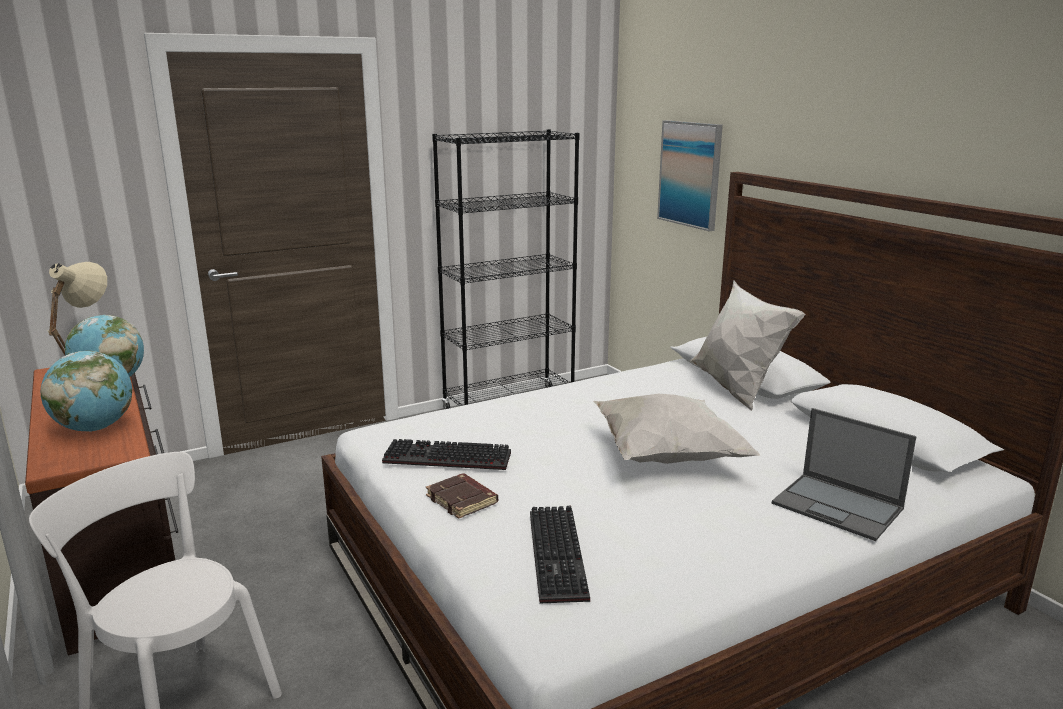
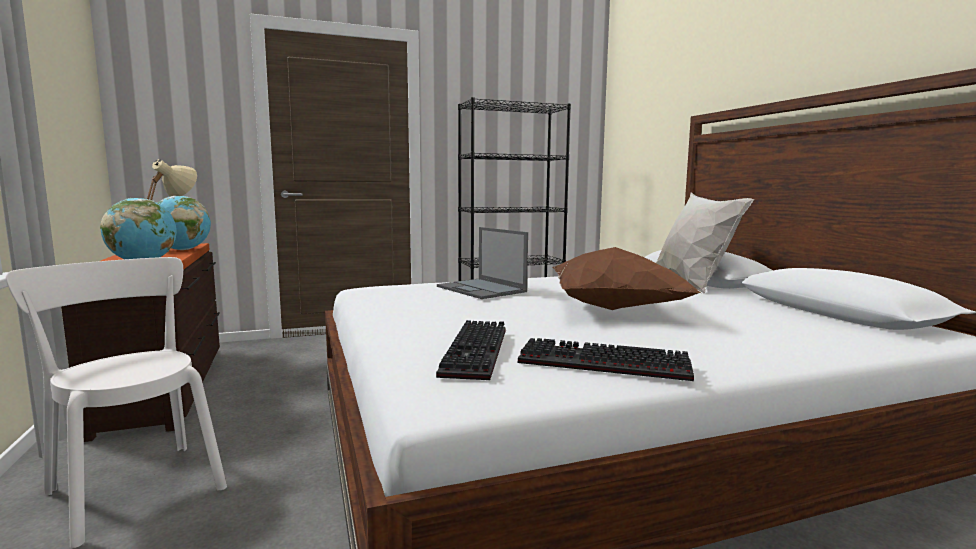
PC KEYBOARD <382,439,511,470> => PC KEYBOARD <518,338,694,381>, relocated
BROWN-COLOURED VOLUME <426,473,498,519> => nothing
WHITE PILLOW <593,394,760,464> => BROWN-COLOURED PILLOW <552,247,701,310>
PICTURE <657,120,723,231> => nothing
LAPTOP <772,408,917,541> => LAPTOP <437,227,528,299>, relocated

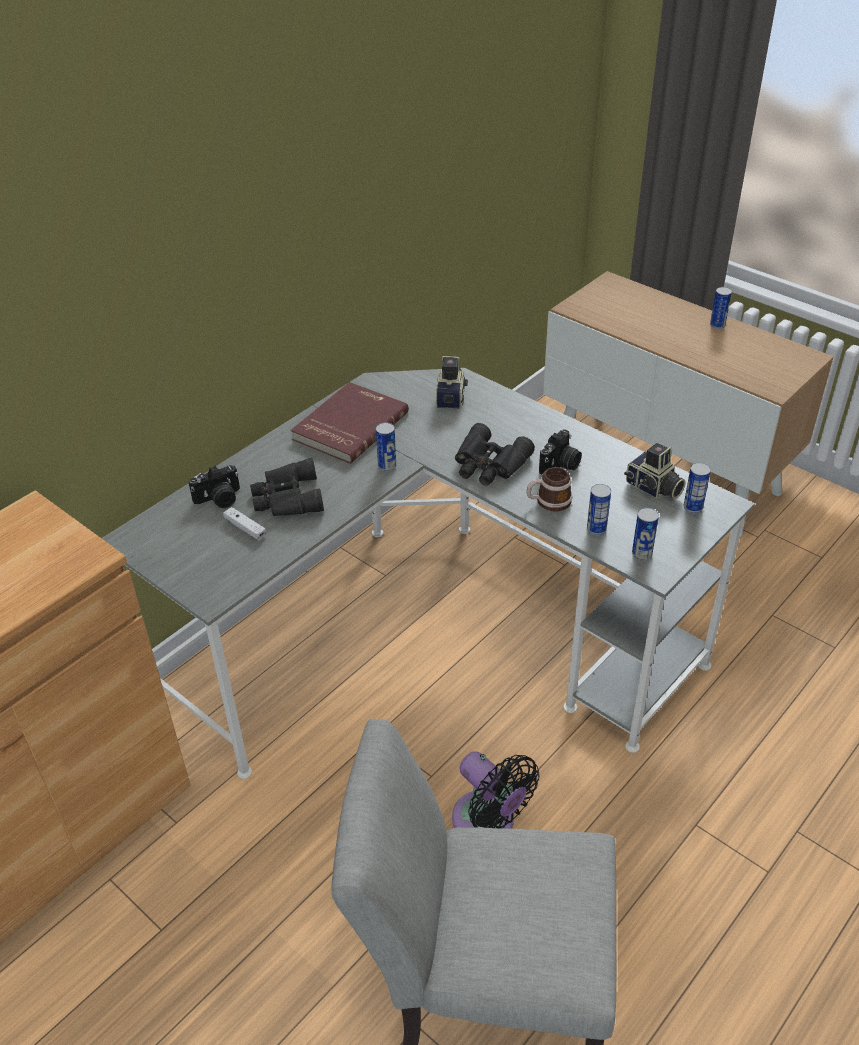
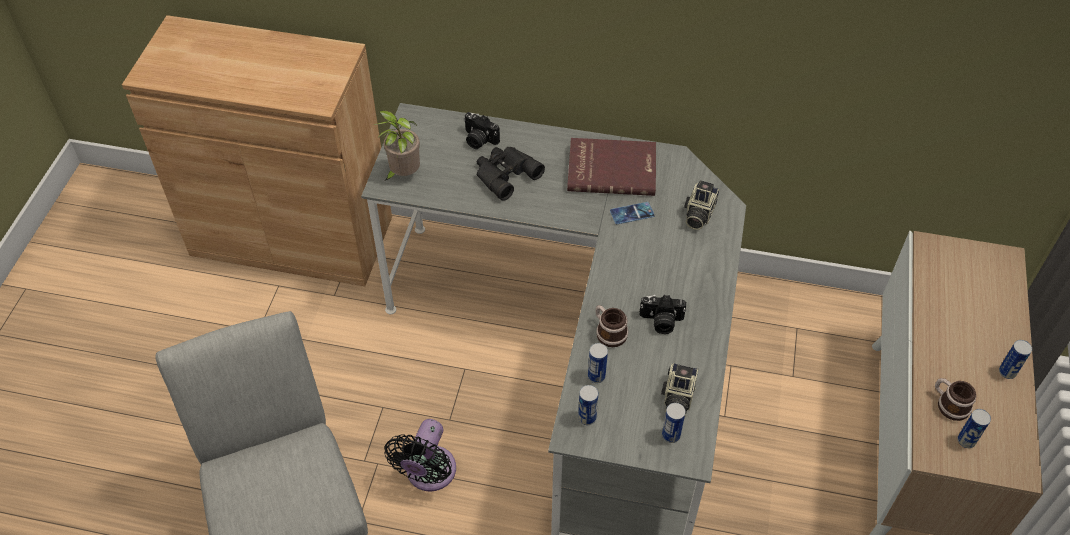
WHITE GAME CONTROLLER <223,507,266,540> => nothing
CAN <376,422,396,471> => CAN <958,409,991,448>, relocated
STILL CAMERA <436,356,468,409> => STILL CAMERA <684,180,719,230>, 135 degrees clockwise
BLACKISH FIELD GLASSES <455,423,535,486> => nothing
nothing => POTTED PLANT <374,110,420,180>
nothing => PHONE <610,202,655,224>
nothing => TEA MUG <935,378,976,421>

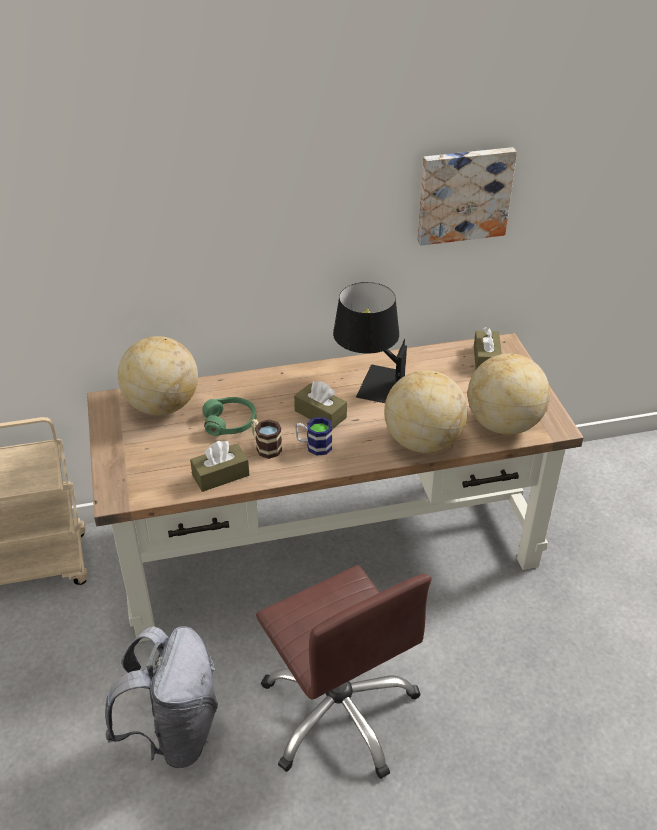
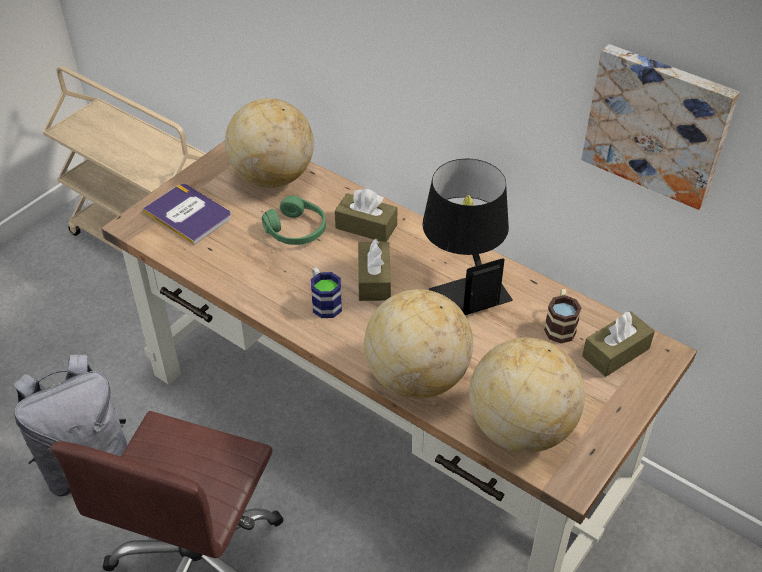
BROWN-COLOURED TISSUE HOLDER <190,441,249,492> => BROWN-COLOURED TISSUE HOLDER <335,189,397,242>, relocated
TEA MUG <251,419,282,459> => TEA MUG <544,289,582,344>, relocated
nothing => VOLUME <143,184,231,245>

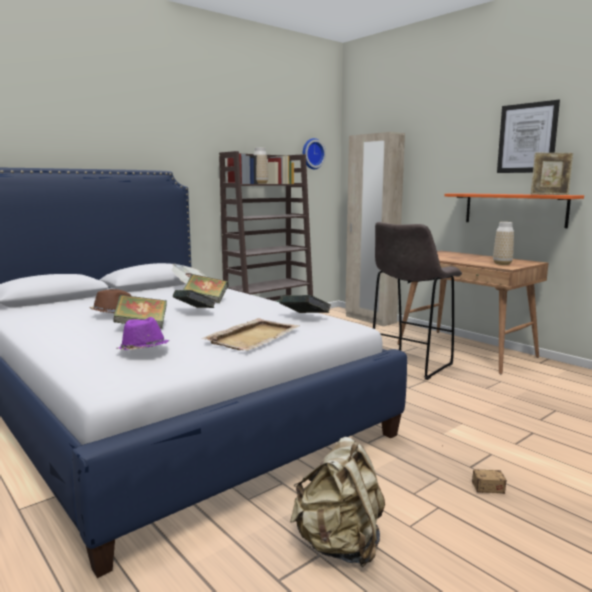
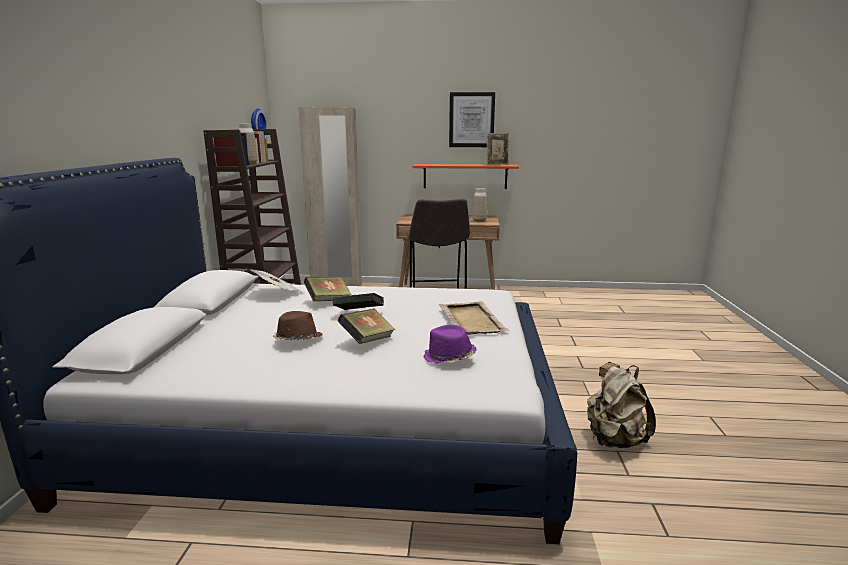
VOLUME <279,295,331,313> => nothing

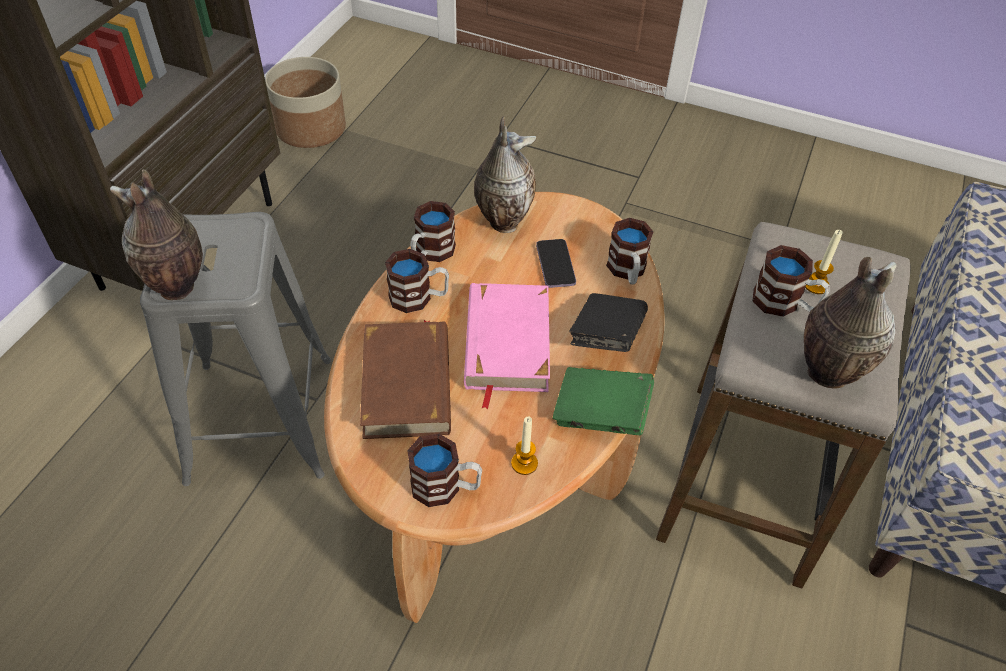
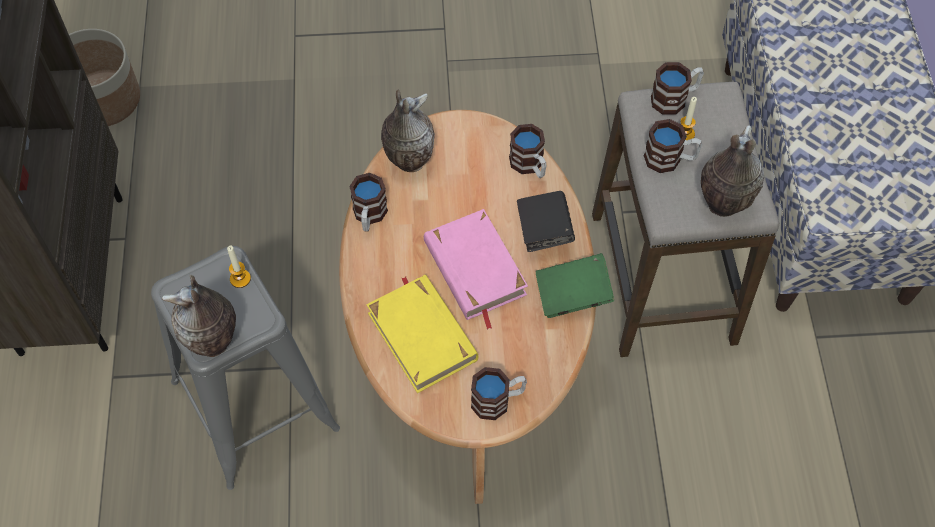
BROWN-COLOURED VOLUME <360,320,451,439> => YELLOWISH VOLUME <367,275,478,393>
TEA MUG <385,249,449,313> => TEA MUG <651,62,704,115>, relocated
WAX CANDLE <511,417,538,475> => WAX CANDLE <227,246,251,288>, relocated
PHONE <536,239,576,288> => nothing

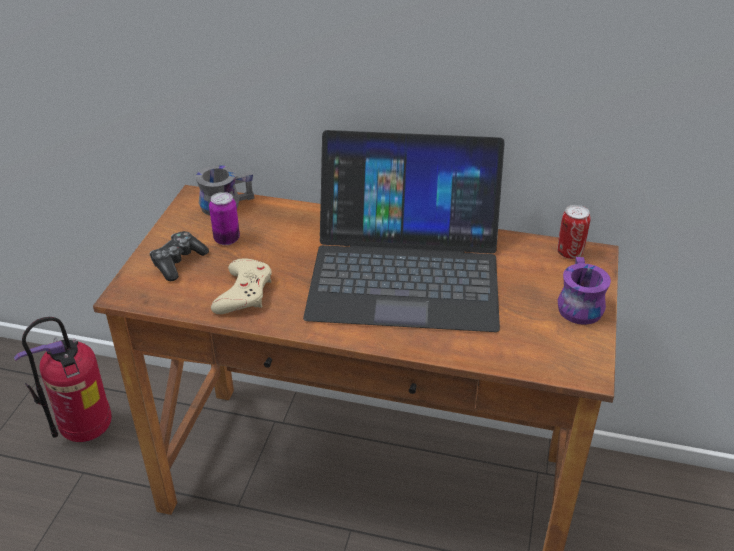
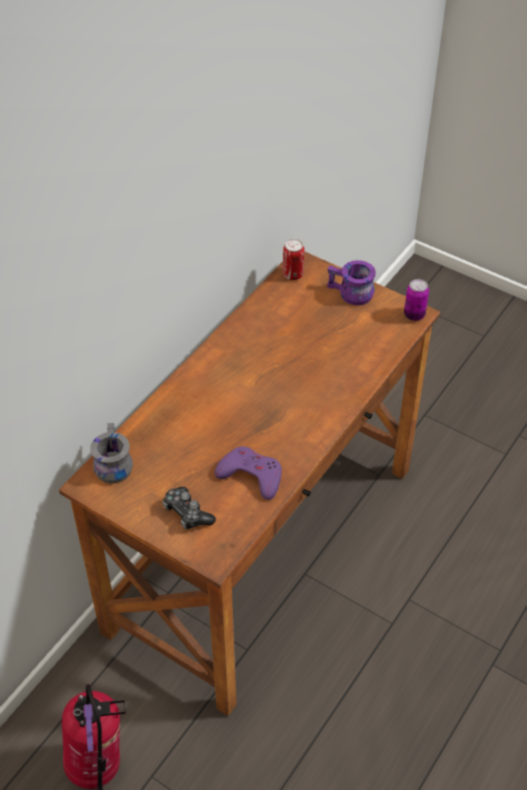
CAN <209,192,240,245> => CAN <404,279,429,321>, relocated
BEIGE-COLOURED GAME CONTROLLER <211,258,272,314> => PURPLISH GAME CONTROLLER <215,447,282,500>
LAPTOP <303,130,505,332> => nothing

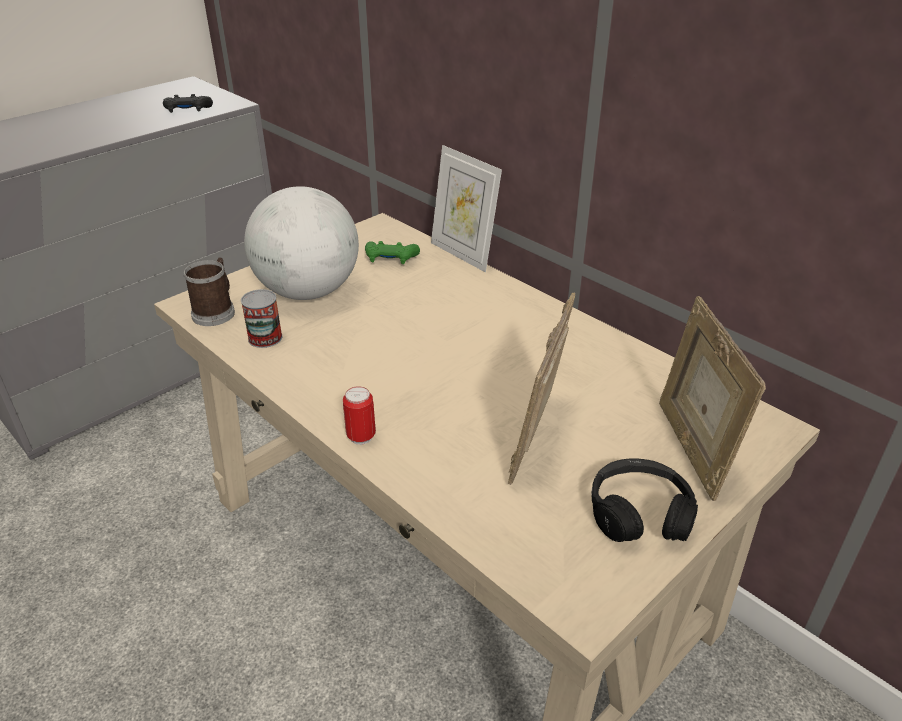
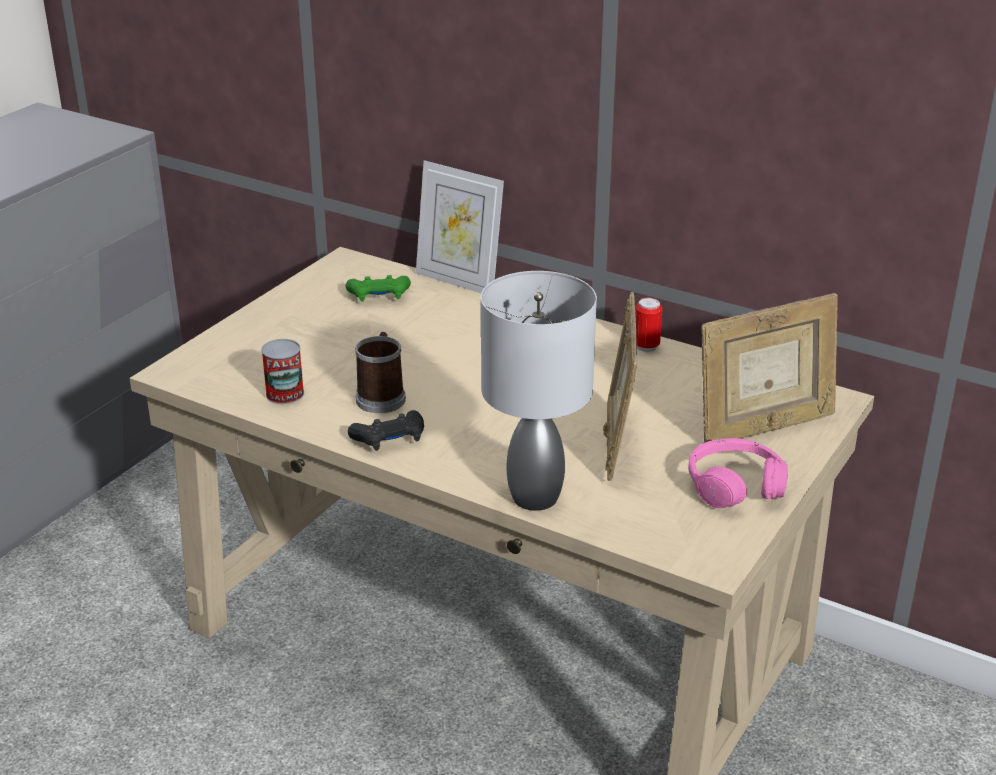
BLACKISH GAME CONTROLLER <163,94,213,113> => BLACKISH GAME CONTROLLER <348,410,424,451>, relocated
TEA MUG <184,258,235,326> => TEA MUG <355,332,406,413>, relocated
GLOBE <244,186,359,300> => nothing
CAN <343,386,376,445> => CAN <635,298,662,352>, relocated
BLACKISH HEADSET <592,458,698,542> => PINKISH HEADSET <688,438,788,509>
PICTURE FRAME <659,296,766,501> => PICTURE FRAME <701,293,838,443>, 90 degrees counterclockwise
nothing => GRAY TABLE LAMP <481,271,597,511>

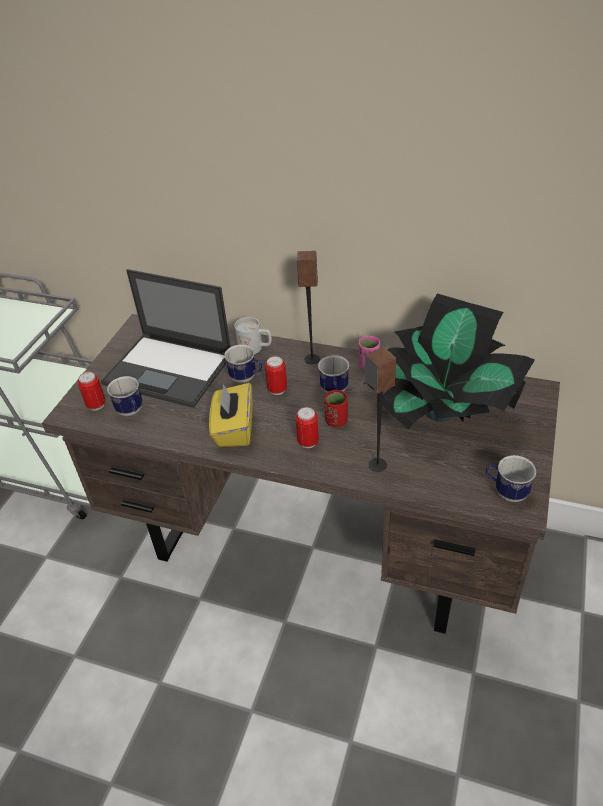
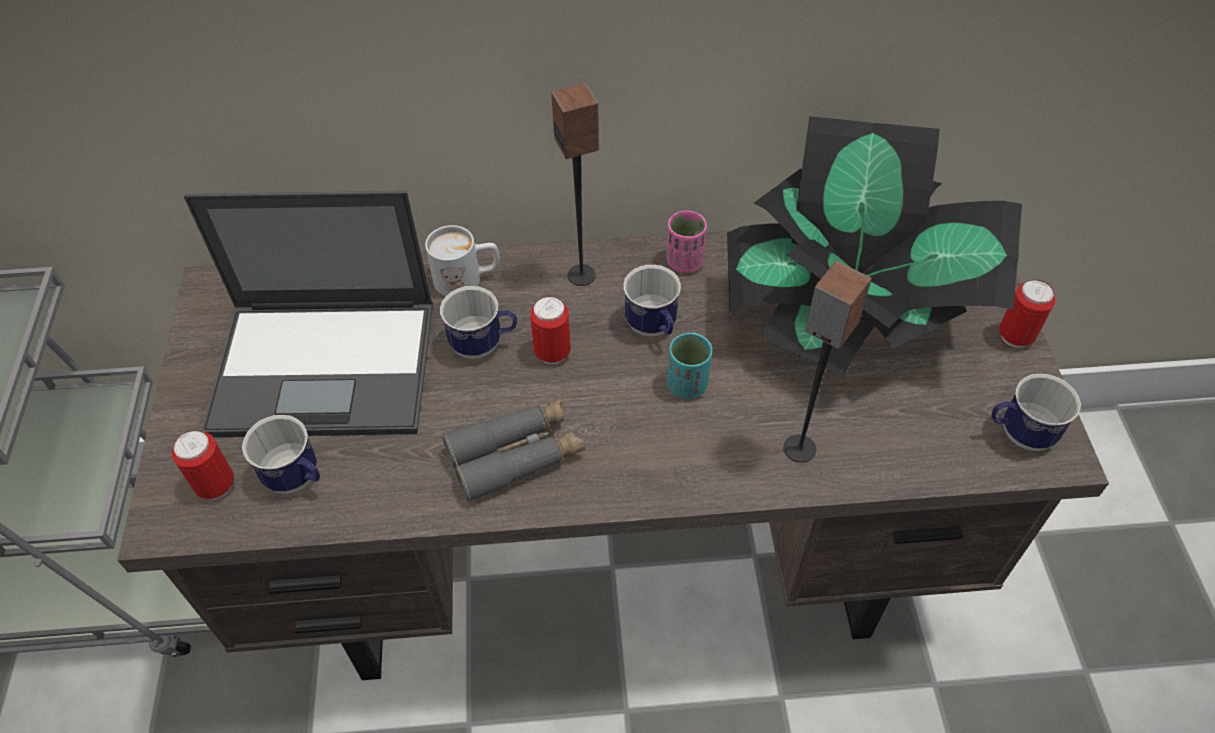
YELLOWISH TISSUE HOLDER <209,383,253,447> => GRAY FIELD GLASSES <442,399,585,502>
CAN <296,407,319,448> => CAN <999,280,1055,348>, relocated
REDDISH DRINKING CUP <324,390,348,427> => BLUE-GREEN DRINKING CUP <667,333,712,399>

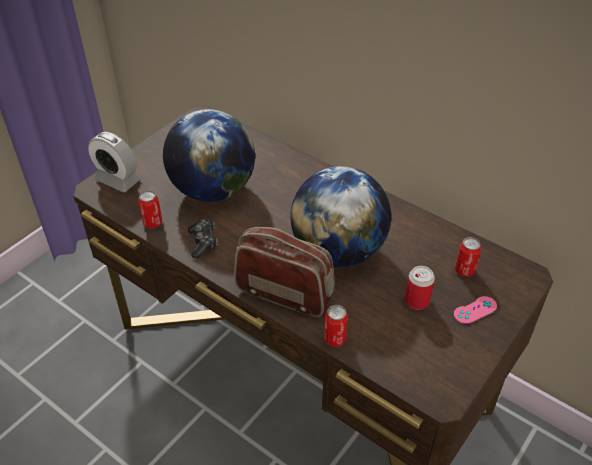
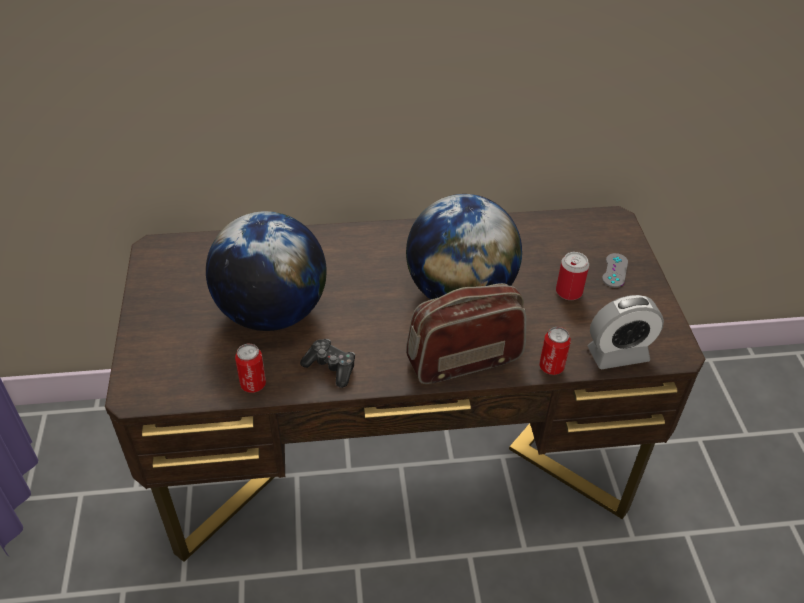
TABLE CLOCK <88,132,140,193> => TABLE CLOCK <588,295,664,370>, relocated
PINKISH GAME CONTROLLER <454,296,497,324> => GRAY GAME CONTROLLER <602,253,628,288>
CAN <455,237,482,277> => nothing

